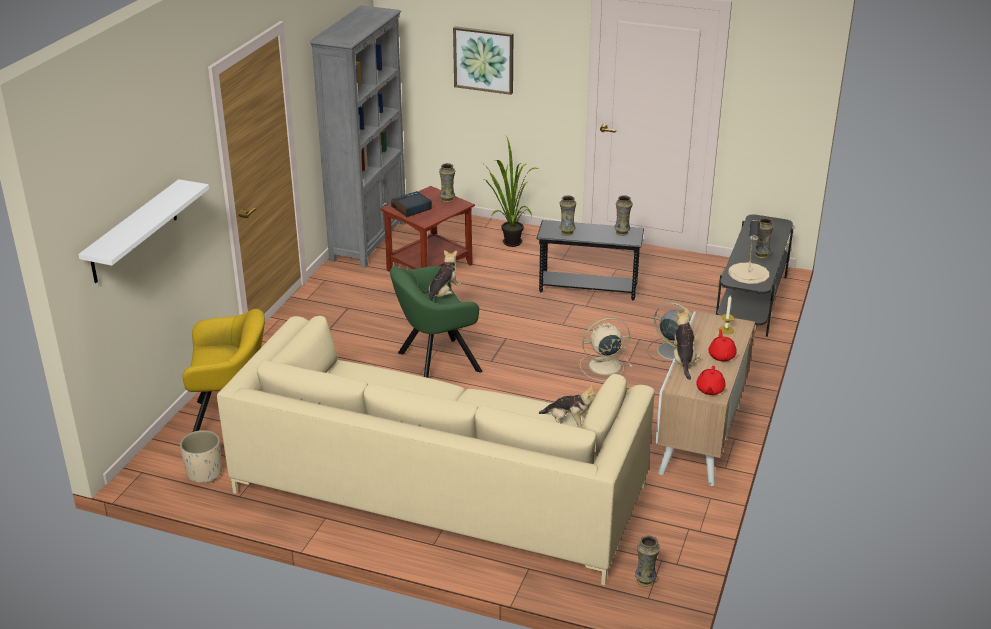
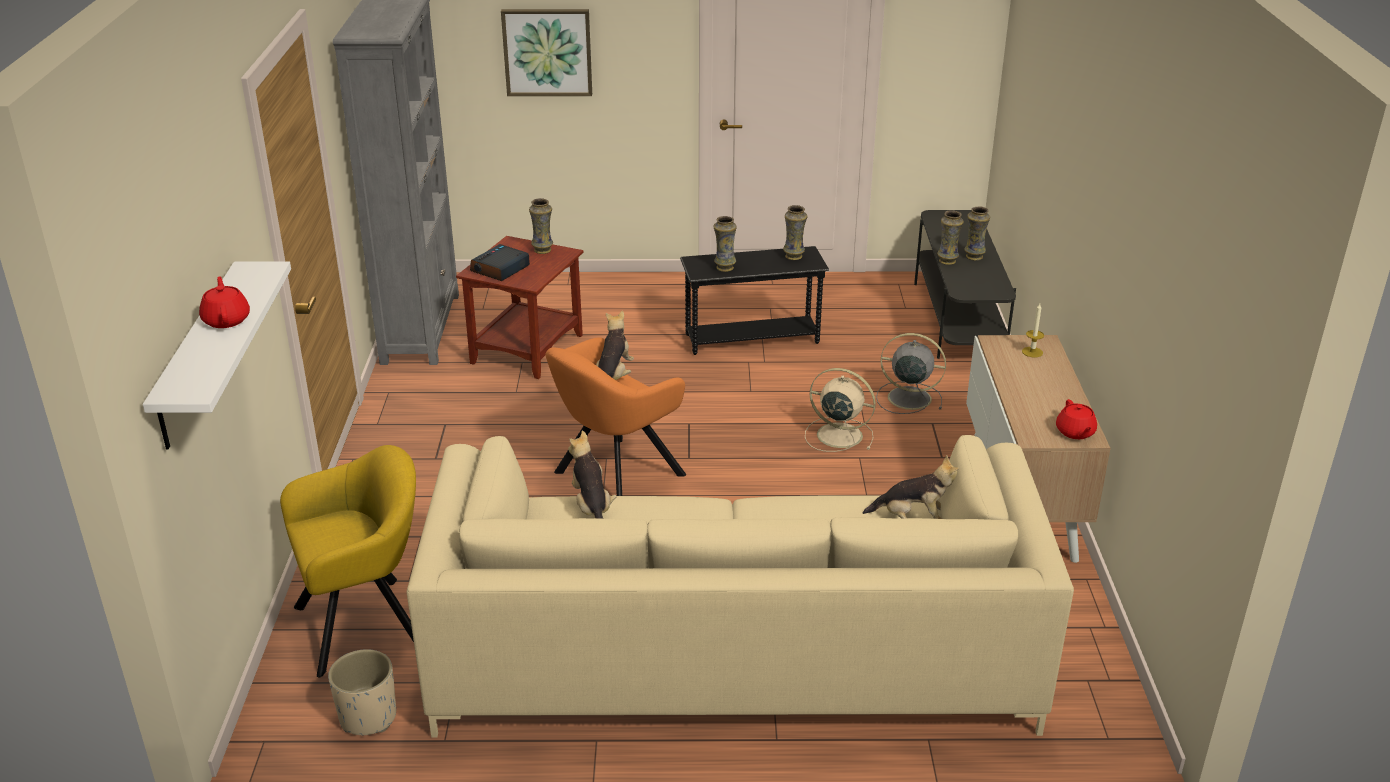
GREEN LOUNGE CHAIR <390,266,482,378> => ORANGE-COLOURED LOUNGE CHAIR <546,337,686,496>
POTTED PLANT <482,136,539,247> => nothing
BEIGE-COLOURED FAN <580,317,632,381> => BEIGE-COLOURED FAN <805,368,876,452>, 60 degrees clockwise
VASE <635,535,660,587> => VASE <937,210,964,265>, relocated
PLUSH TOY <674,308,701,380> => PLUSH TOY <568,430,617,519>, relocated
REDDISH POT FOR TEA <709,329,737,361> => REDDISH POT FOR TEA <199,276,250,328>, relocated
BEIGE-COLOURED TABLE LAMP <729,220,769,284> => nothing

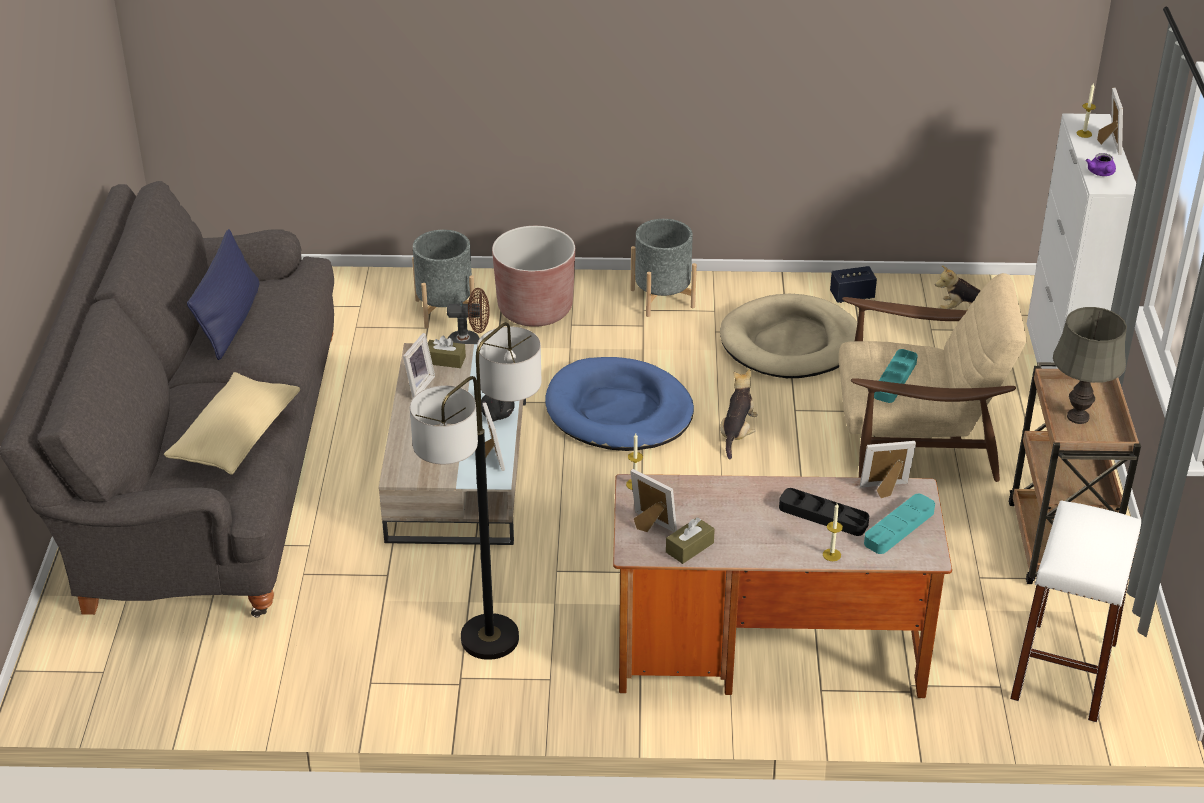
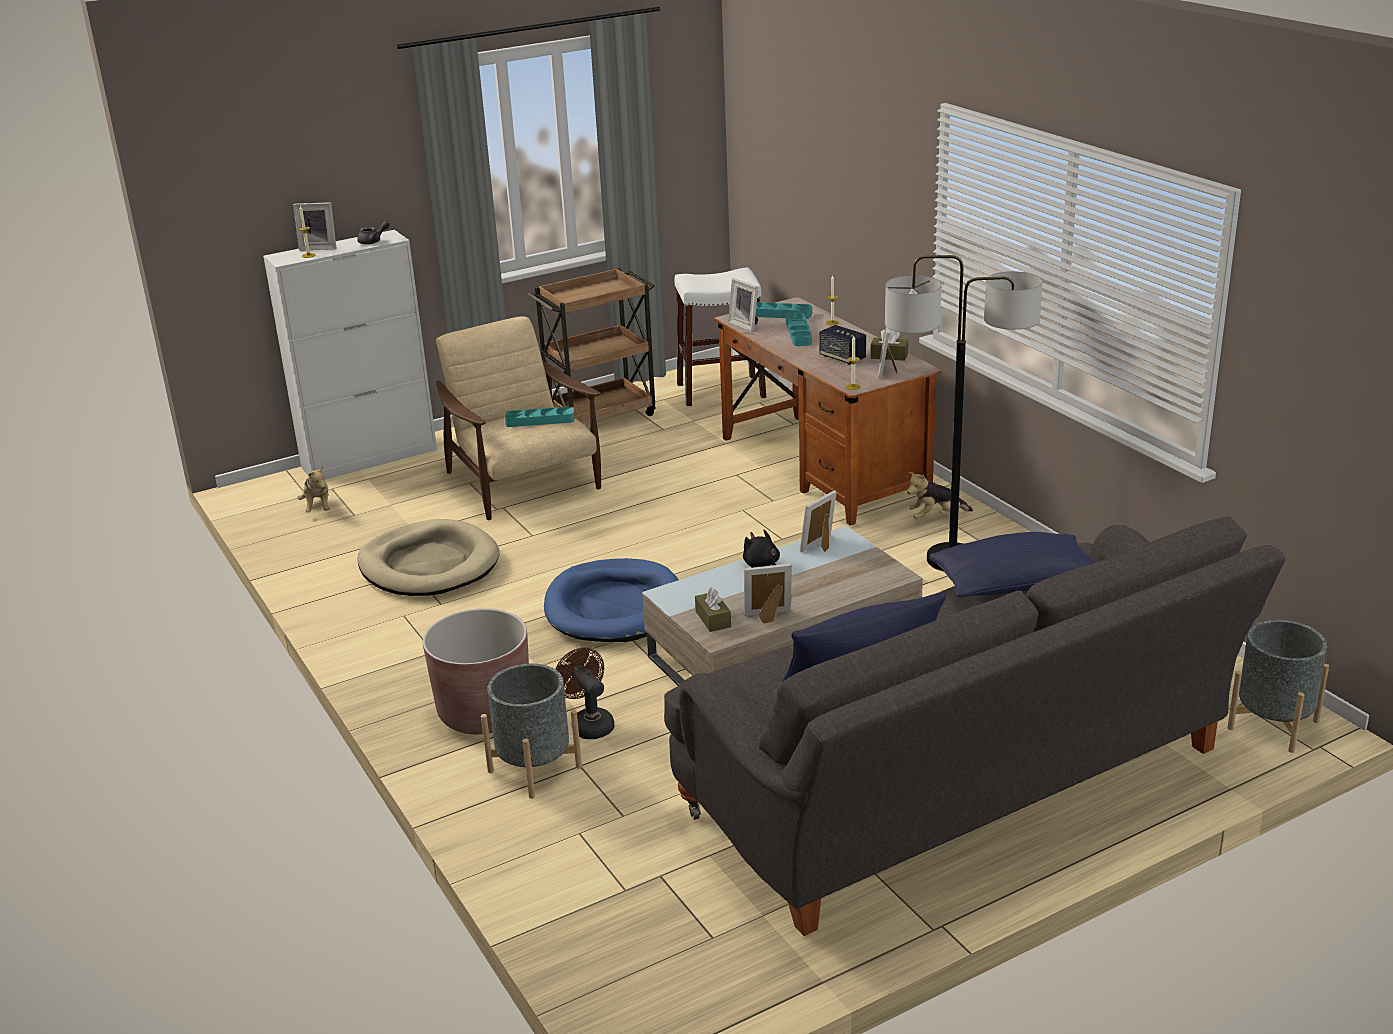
BEIGE-COLOURED PILLOW <164,372,300,475> => BLUE PILLOW <929,532,1095,598>
GRAY FLOWER POT <631,219,697,317> => GRAY FLOWER POT <1227,620,1329,753>, relocated
PLUSH TOY <720,369,758,460> => PLUSH TOY <907,472,973,519>, relocated
BLACKISH CARRYING TRAY <779,488,869,536> => BLUE-GREEN CARRYING TRAY <786,312,812,346>
SPEAKER <830,266,877,303> => SPEAKER <819,325,866,365>, relocated
GRAY TABLE LAMP <1053,307,1127,424> => nothing
PURPLISH POT FOR TEA <1085,153,1116,176> => GRAY POT FOR TEA <357,221,390,244>
PICTURE FRAME <1097,87,1123,155> => PICTURE FRAME <293,202,337,251>, 150 degrees counterclockwise

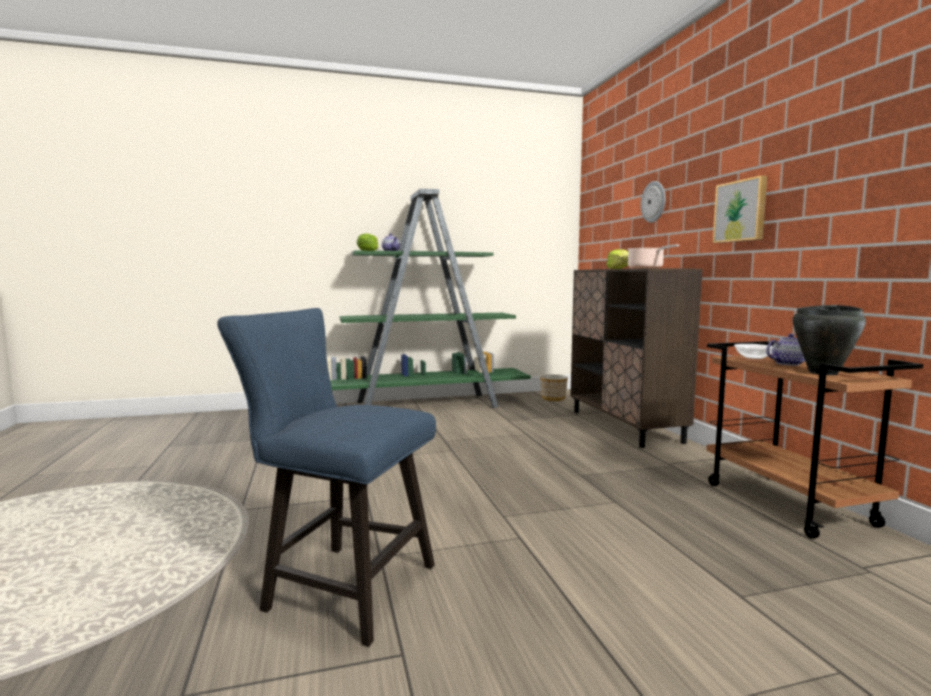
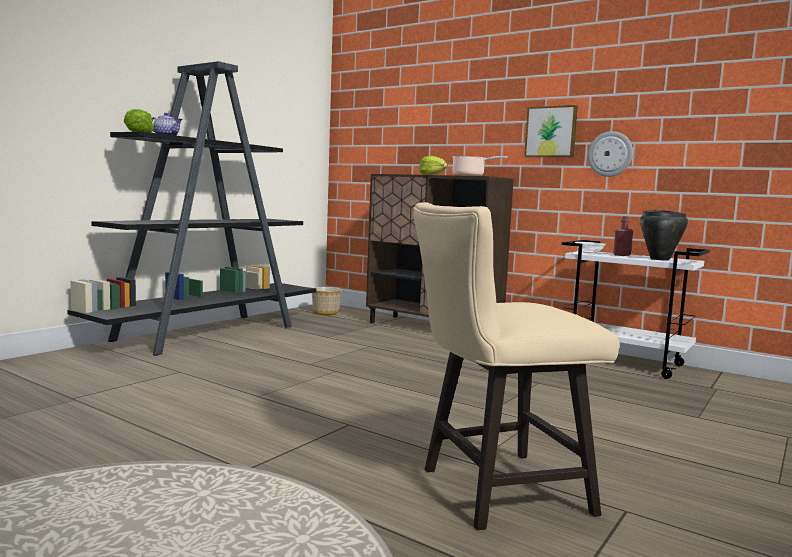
BLUE CHAIR <217,308,436,647> => BEIGE-COLOURED CHAIR <413,202,619,530>
GREEN BOOKCASE <327,189,531,408> => BLACKISH BOOKCASE <67,61,316,356>
WALL CLOCK <641,181,665,223> => WALL CLOCK <588,131,633,177>, relocated
BROWN-COLOURED CART <706,341,923,539> => WHITE CART <562,240,710,379>
POT FOR TEA <766,334,805,366> => REDDISH BOTTLE <613,216,633,256>

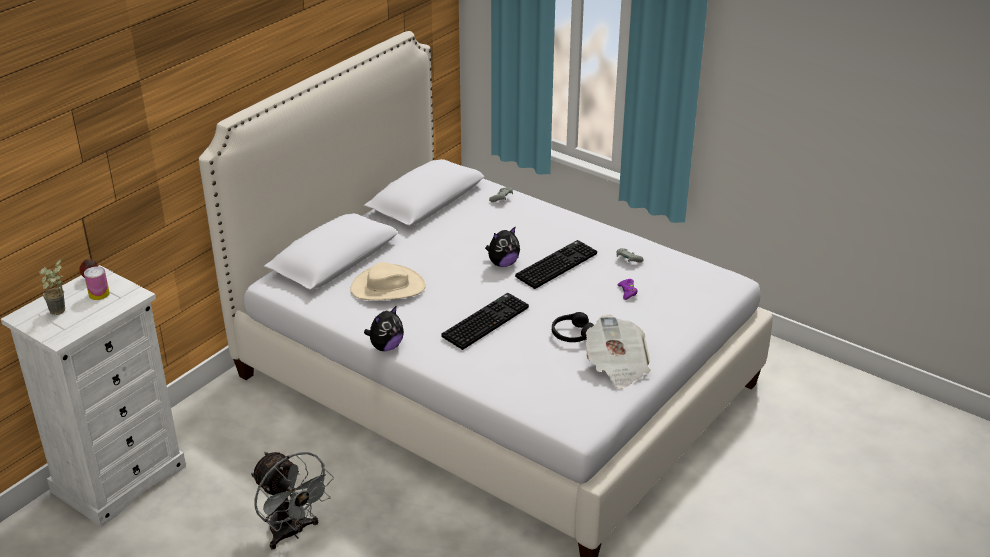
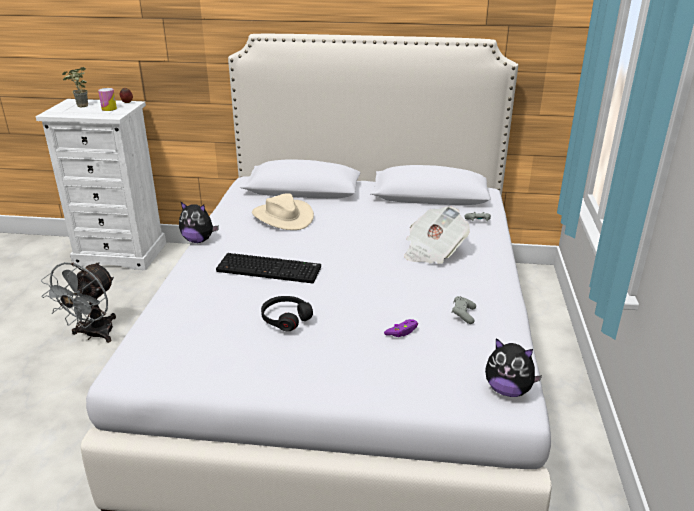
PLUSH TOY <485,226,520,267> => PLUSH TOY <485,338,542,397>, relocated
PC KEYBOARD <515,240,597,289> => nothing
DAILY PAPER <586,315,651,389> => DAILY PAPER <404,207,470,264>, relocated

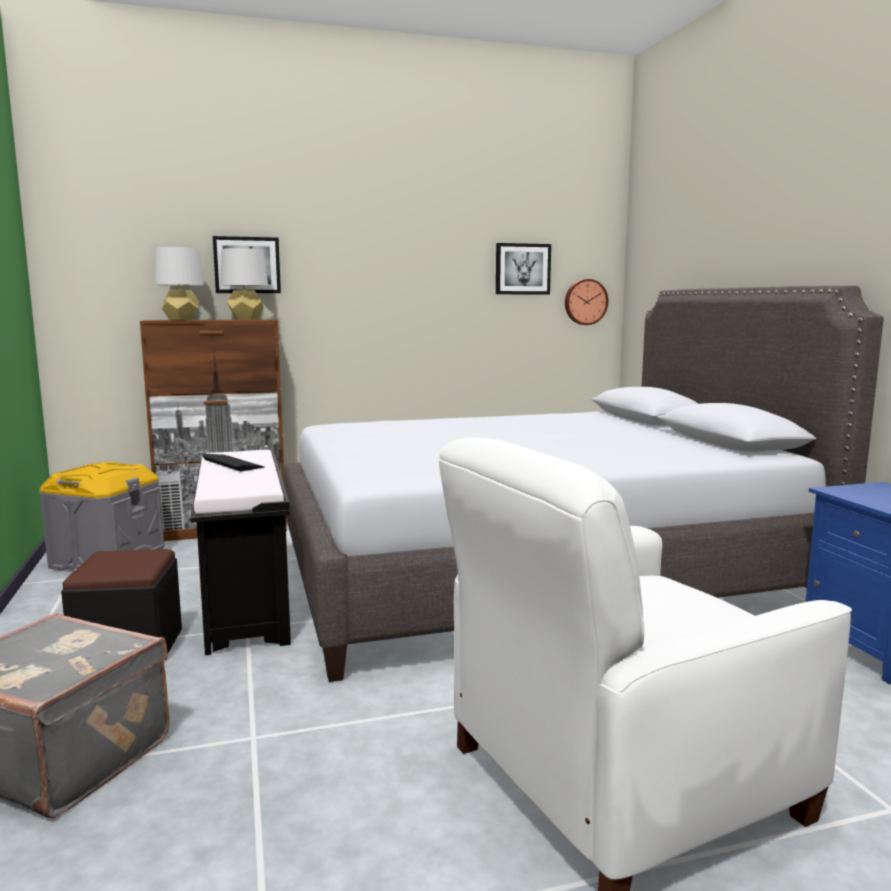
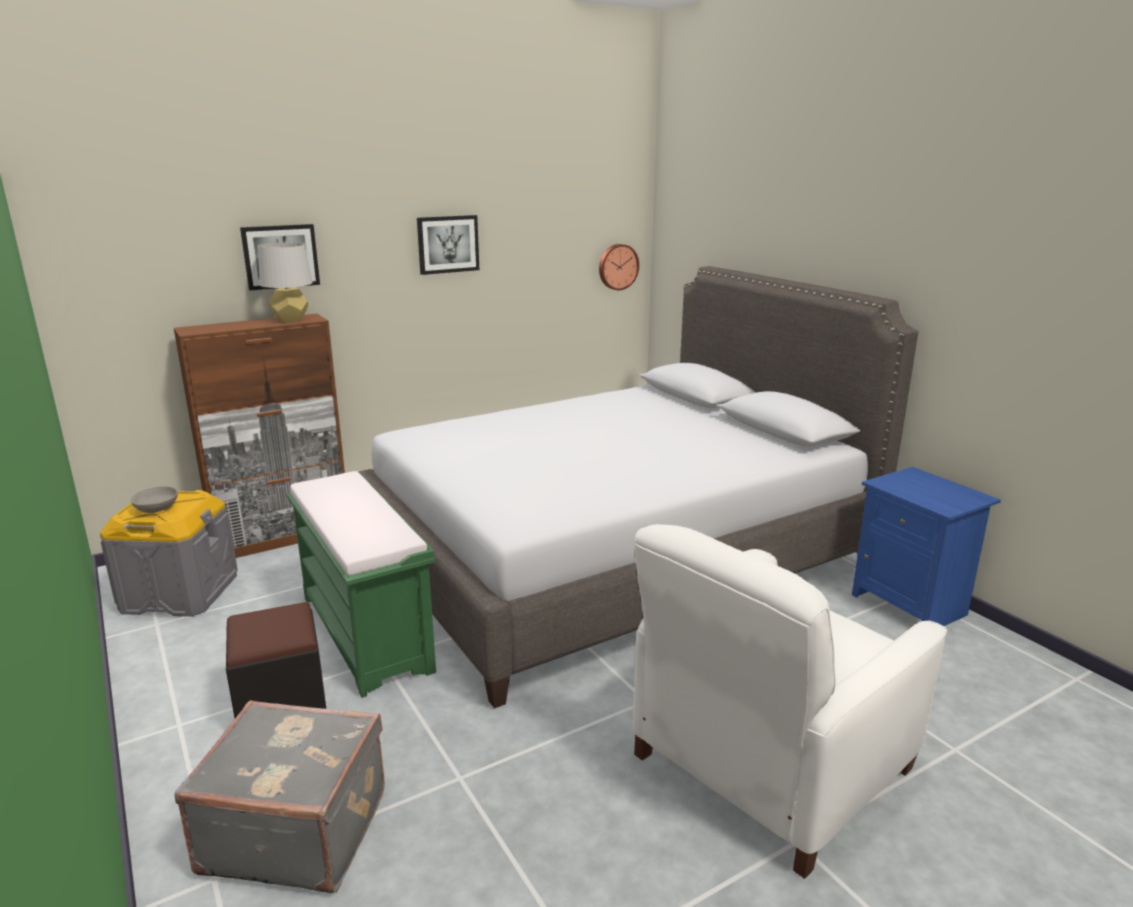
GRAY TABLE LAMP <154,247,204,320> => nothing
BLACKISH LONG SEAT <191,450,291,655> => GREEN LONG SEAT <287,471,436,698>
PC KEYBOARD <202,454,265,471> => nothing
PICTURE <496,243,551,294> => PICTURE <417,215,479,275>, relocated
nothing => GRAY SERVING BOWL <131,486,178,513>

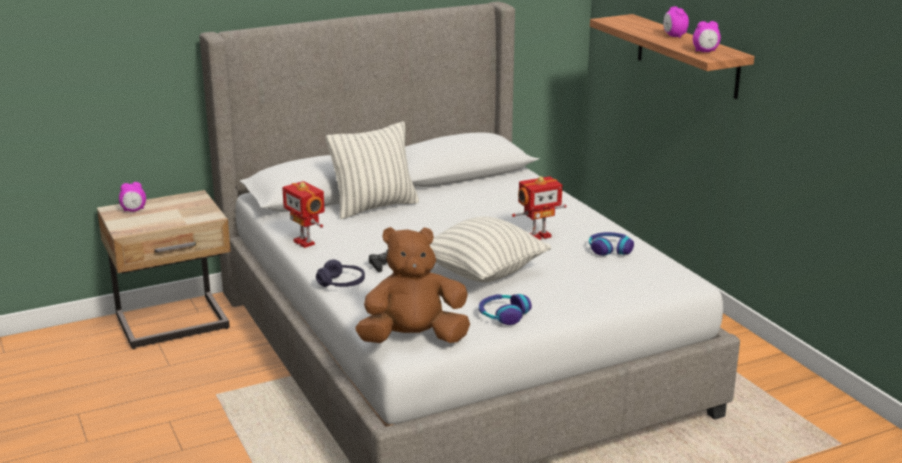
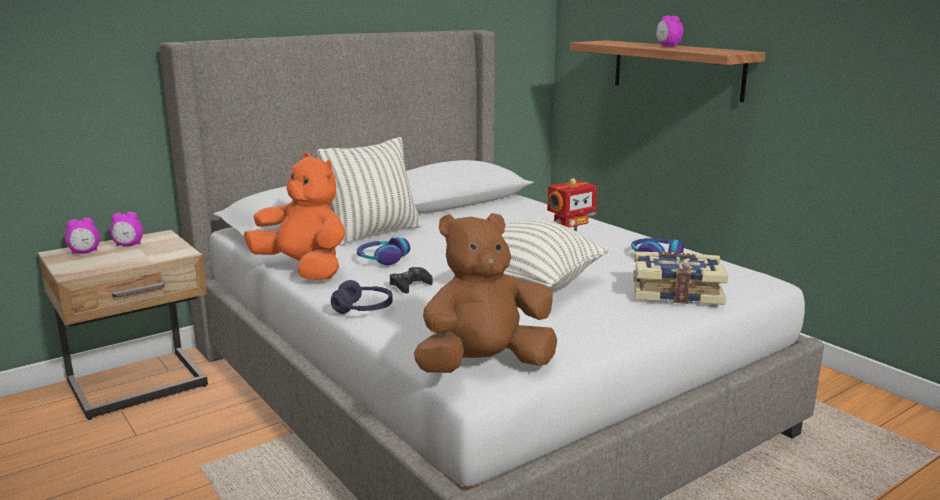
MODEL ROBOT <282,181,325,248> => ORANGE-COLOURED PLUSH TOY <244,153,345,280>
HEADSET <479,294,532,325> => HEADSET <357,237,410,265>, relocated
TABLE CLOCK <693,21,721,52> => TABLE CLOCK <110,212,143,247>, relocated
nothing => VOLUME <633,252,728,305>

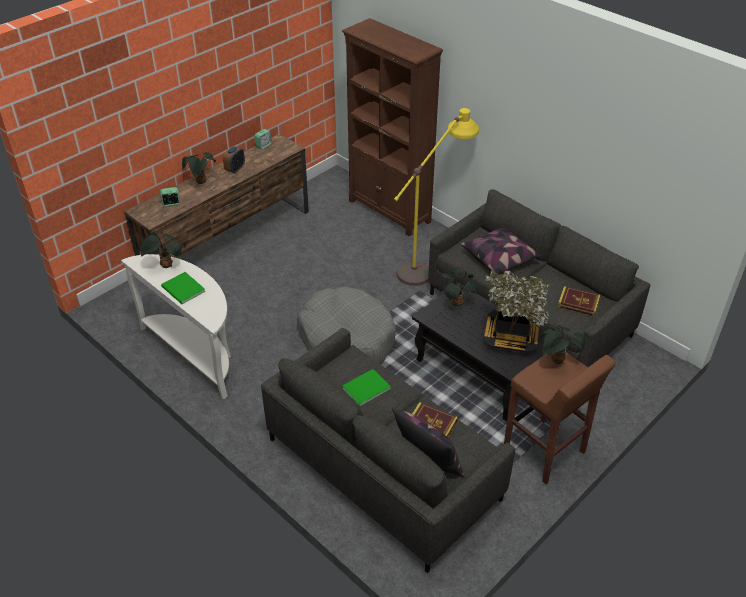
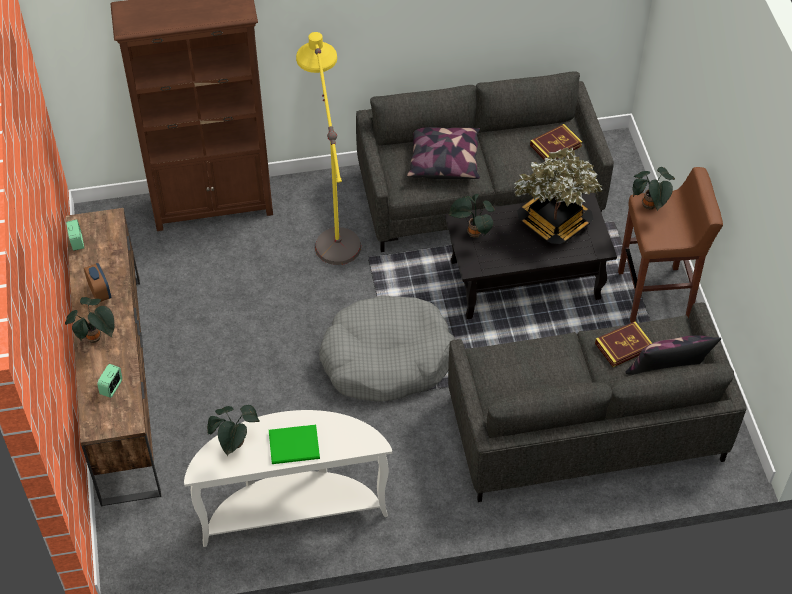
GREEN VOLUME <342,369,391,406> => nothing

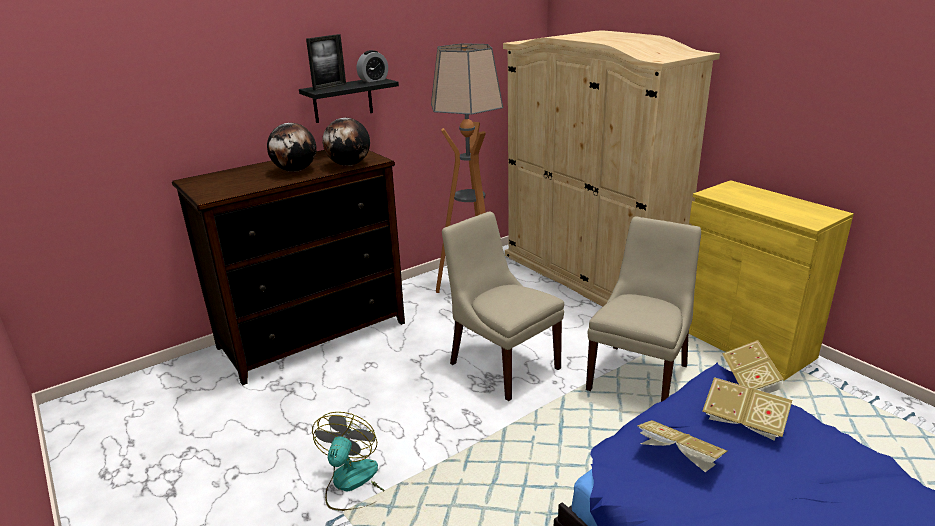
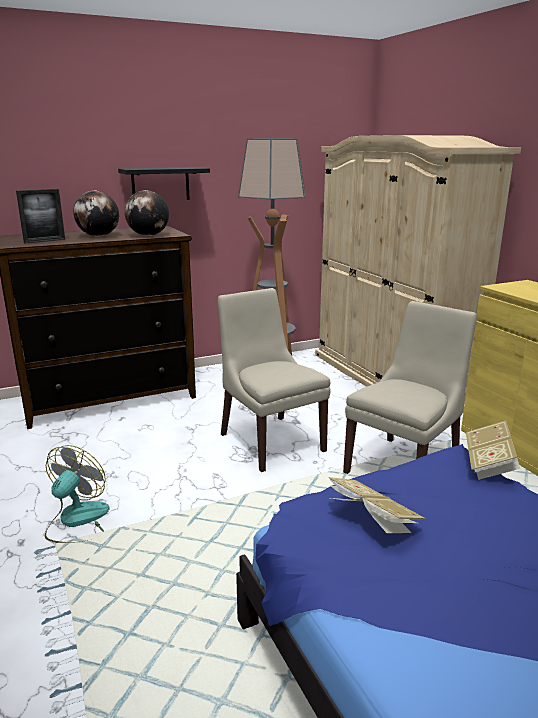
PICTURE FRAME <306,34,346,91> => PICTURE FRAME <16,189,65,244>, relocated
TABLE CLOCK <357,50,388,82> => nothing
VOLUME <702,377,792,441> => nothing

